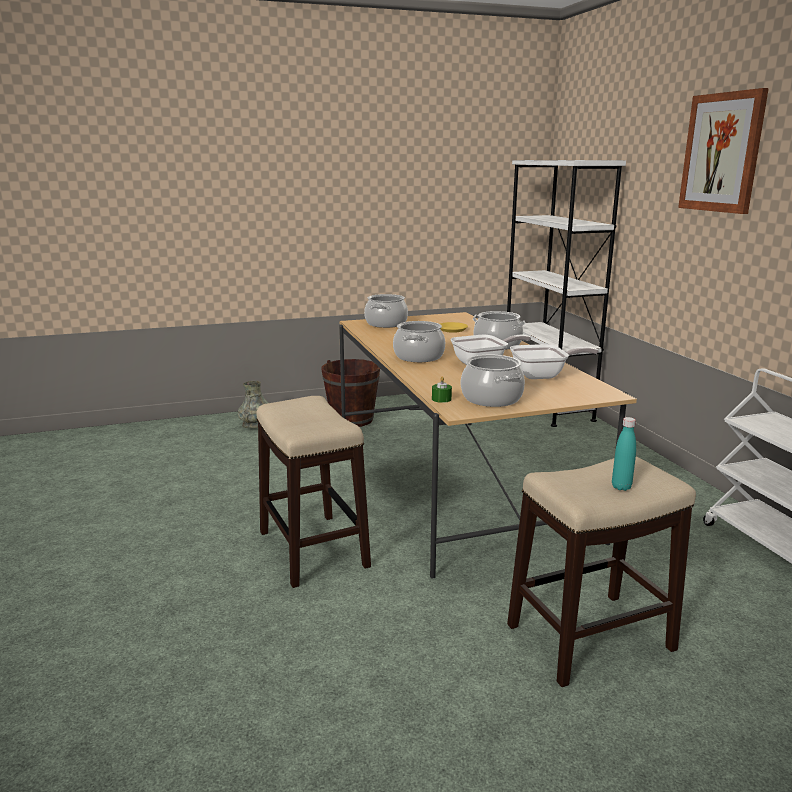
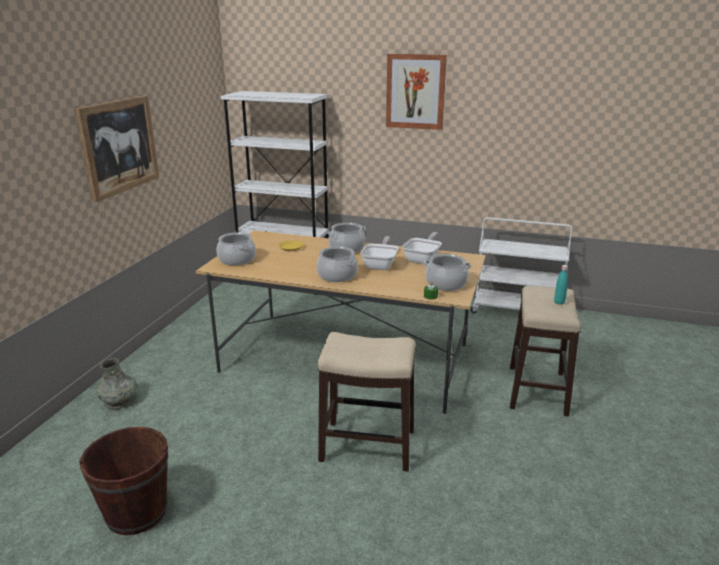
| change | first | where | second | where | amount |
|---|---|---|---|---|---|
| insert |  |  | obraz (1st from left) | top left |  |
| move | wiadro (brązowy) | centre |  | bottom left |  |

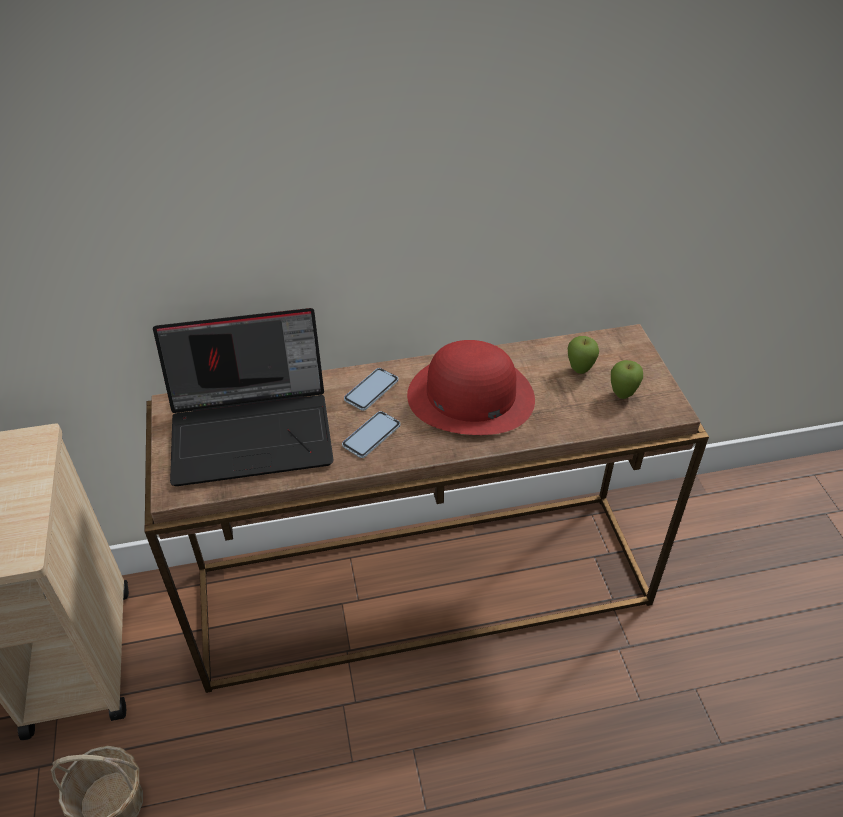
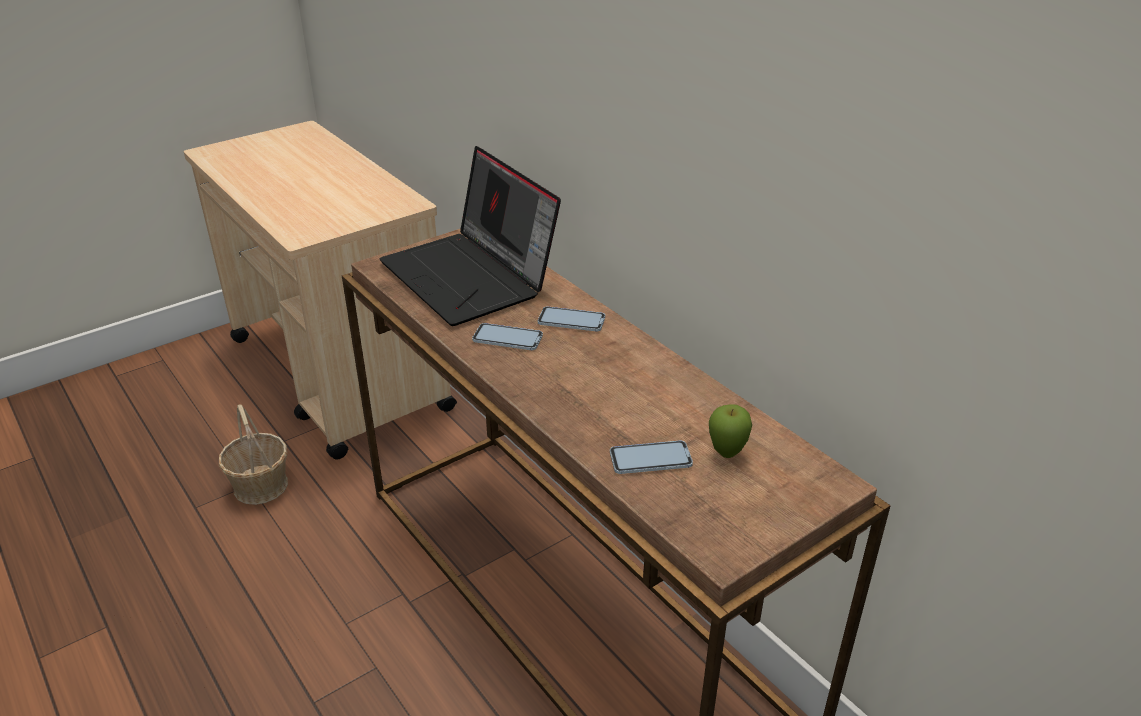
| change | first | where | second | where | amount |
|---|---|---|---|---|---|
| insert |  |  | telefon (3rd from left) | centre |  |
| delete | kapelusz (czerwony) | centre |  |  |  |
| delete | jabłko (2nd from left) | middle right |  |  |  |

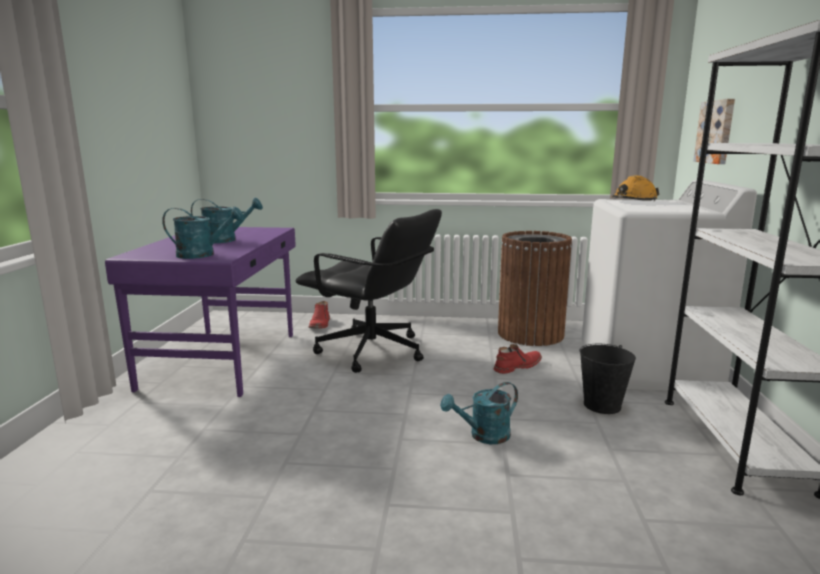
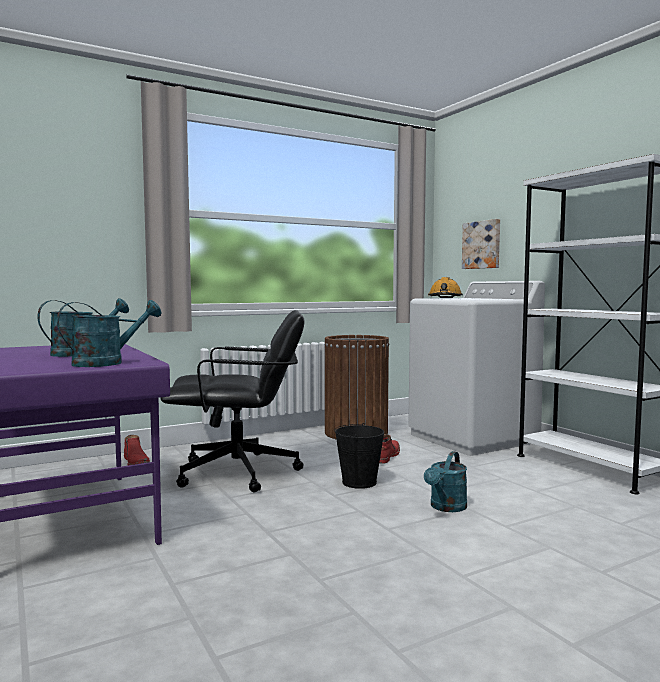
| change | first | where | second | where | amount |
|---|---|---|---|---|---|
| move | wiadro (czarny) | middle right |  | bottom centre |  |

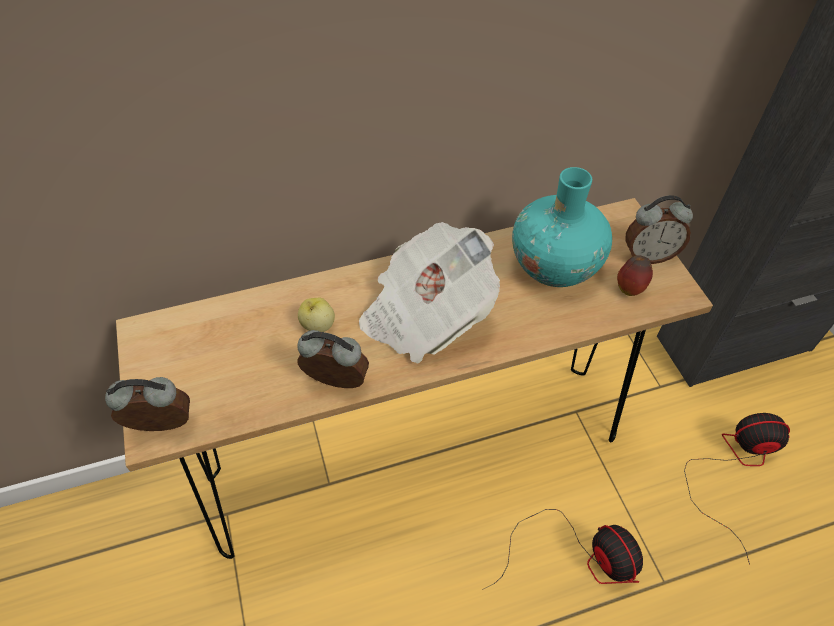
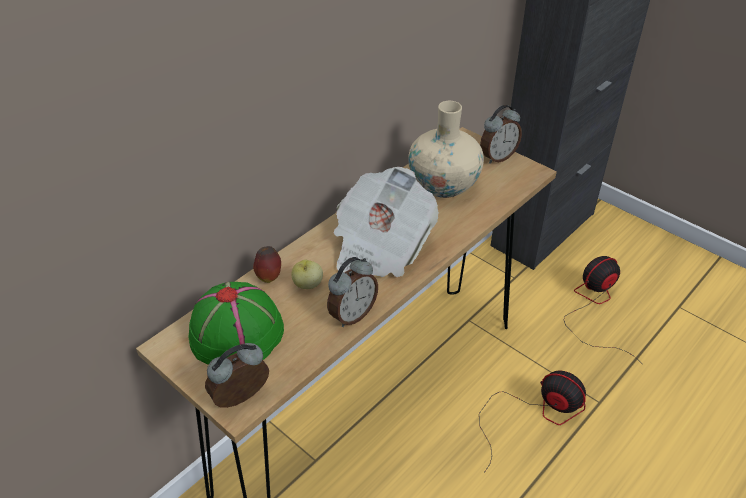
| change | first | where | second | where | amount |
|---|---|---|---|---|---|
| insert |  |  | kapelusz (zielony) | middle left |  |
| move | jabłko (2nd from left in the first image) | middle right | jabłko (1st from left) | centre |  |
| rotate | budzik (2nd from left) | centre |  | centre | 150 degrees clockwise |
| recolor | wazon (turkusowy) | middle right | wazon (beżowy) | top centre |  |

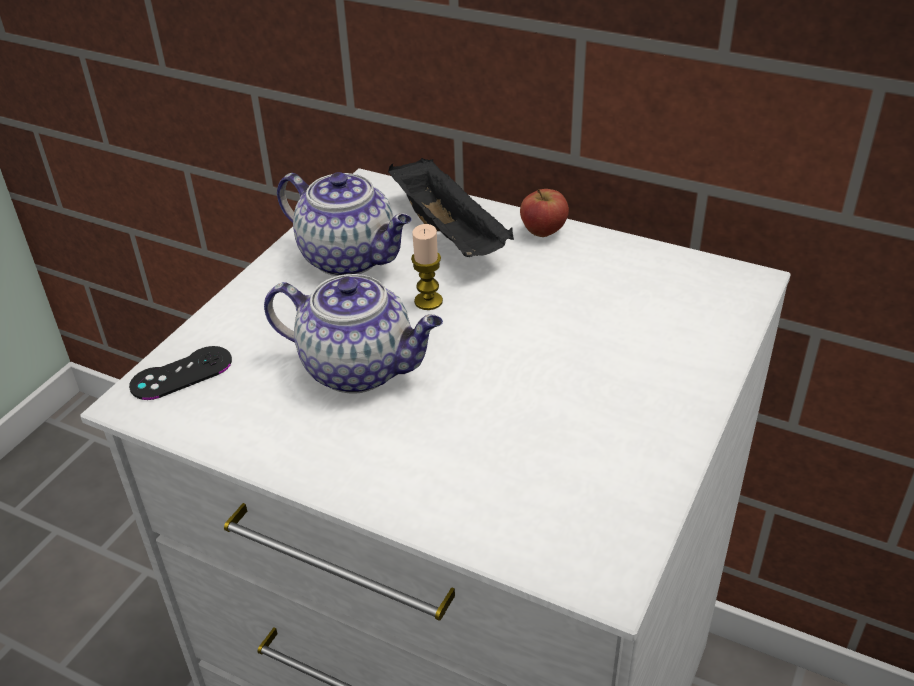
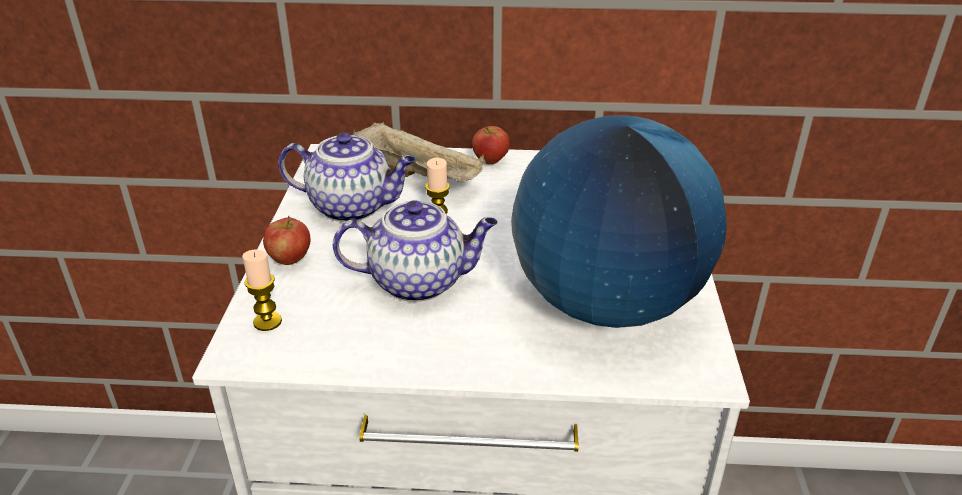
| change | first | where | second | where | amount |
|---|---|---|---|---|---|
| replace | pad do gier (czarny) | middle left | świeca (1st from left) | middle left |  |
| insert |  |  | jabłko (1st from left) | middle left |  |
| recolor | taca (czarny) | top centre | taca (beżowy) | top centre |  |
| insert |  |  | globus | centre |  |

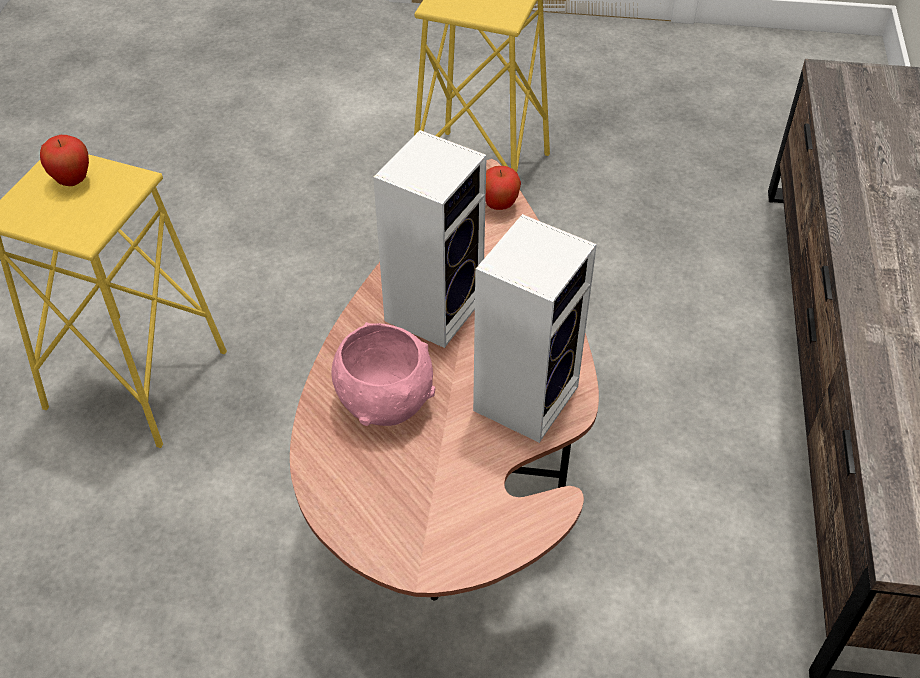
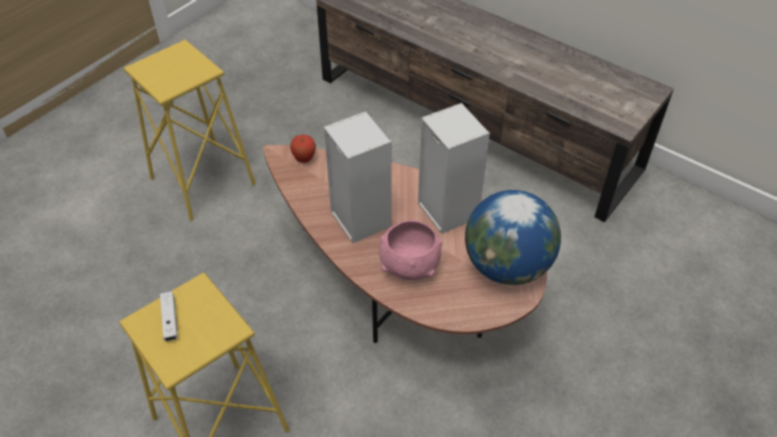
| change | first | where | second | where | amount |
|---|---|---|---|---|---|
| replace | jabłko (1st from left) | top left | pad do gier (biały) | bottom left |  |
| insert |  |  | globus | centre |  |

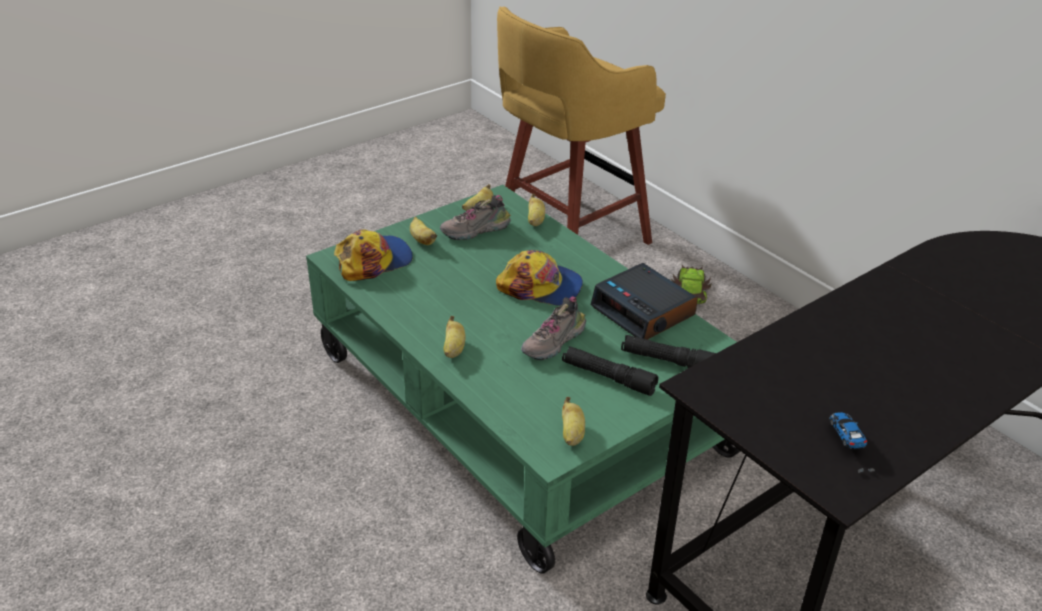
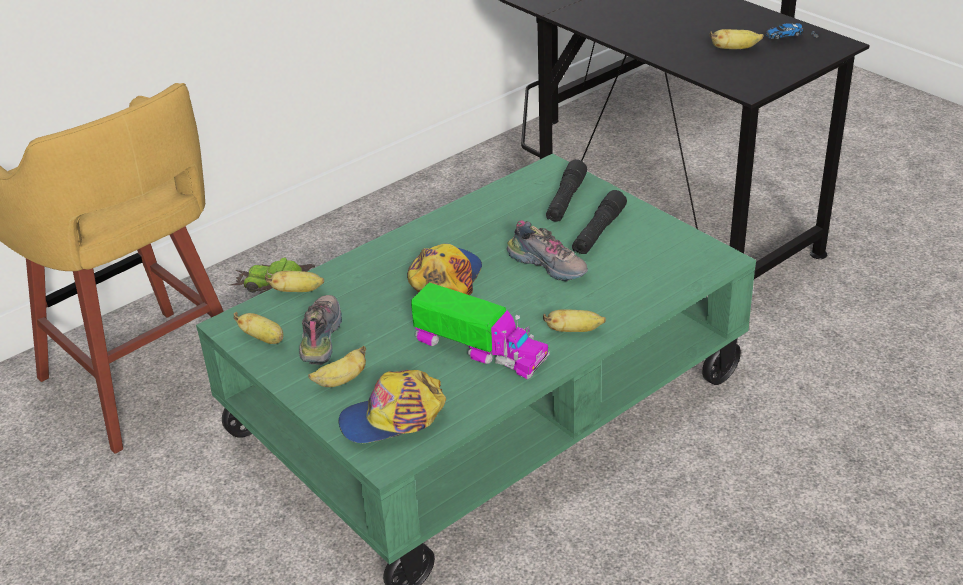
| change | first | where | second | where | amount |
|---|---|---|---|---|---|
| rotate | but (1st from left) | centre |  | middle left | 150 degrees counterclockwise |
| rotate | czapka z daszkiem (1st from left) | centre |  | bottom centre | 75 degrees counterclockwise |
| insert |  |  | ciężarówka zabawkowa | centre |  |
| move | banan (5th from left) | bottom centre |  | top right |  |
| delete | budzik | centre |  |  |  |

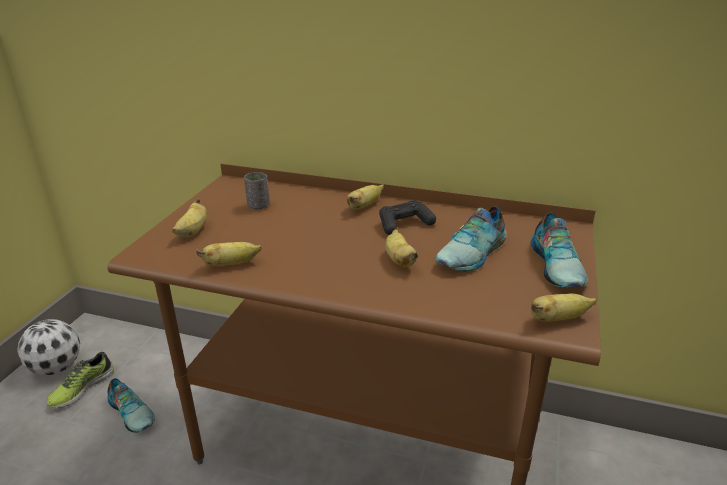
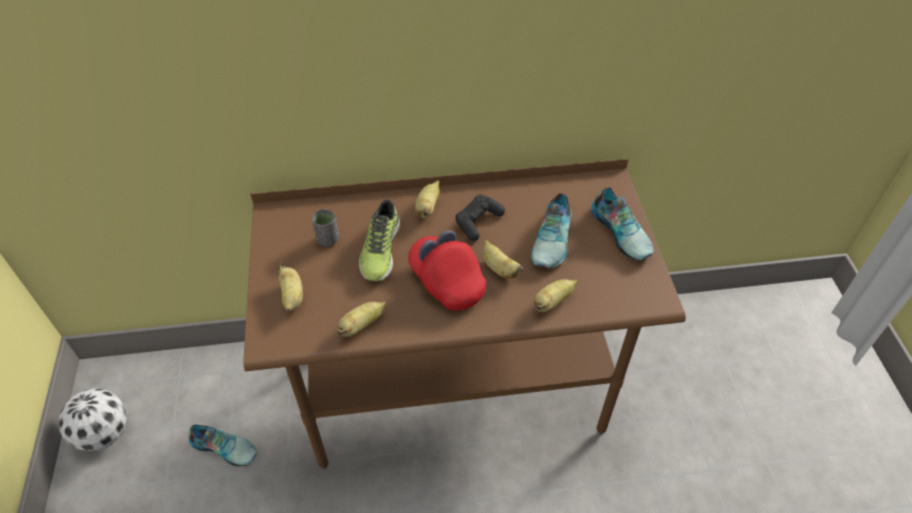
| change | first | where | second | where | amount |
|---|---|---|---|---|---|
| move | but (1st from left in the first image) | bottom left | but (2nd from left) | centre |  |
| insert |  |  | czapka z daszkiem (czerwony) | centre |  |
| move | banan (5th from left) | middle right |  | centre |  |

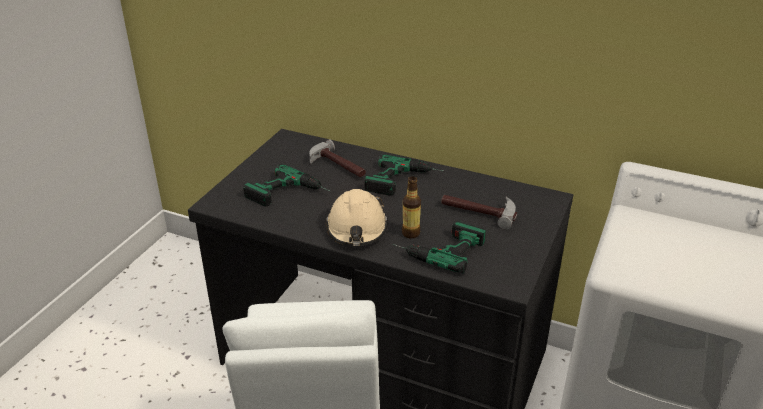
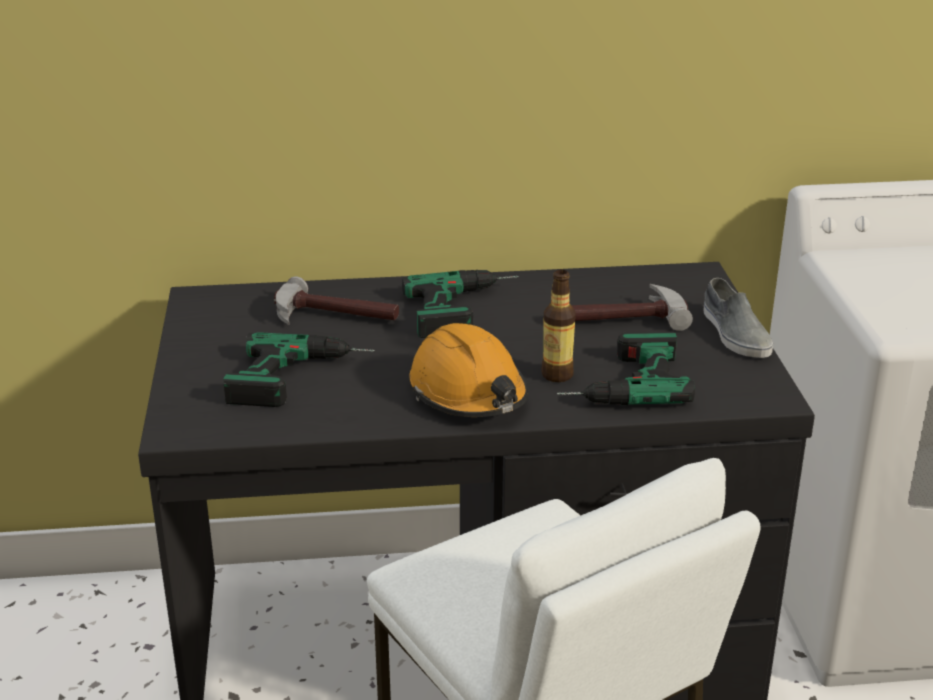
| change | first | where | second | where | amount |
|---|---|---|---|---|---|
| recolor | kask (beżowy) | centre | kask (pomarańczowy) | centre |  |
| insert |  |  | but (szary) | middle right |  |

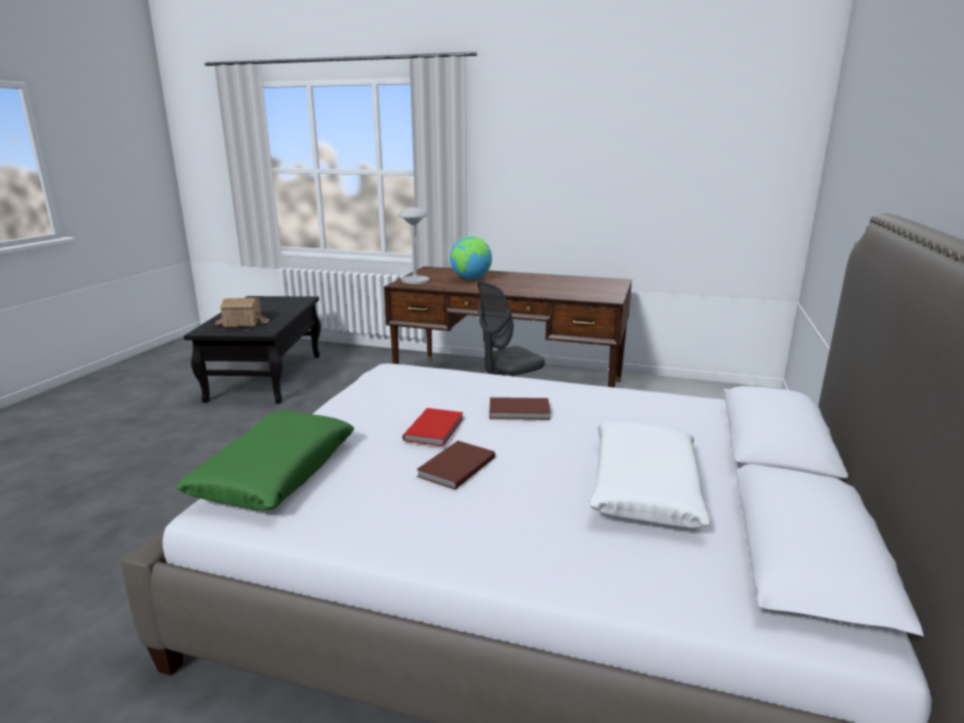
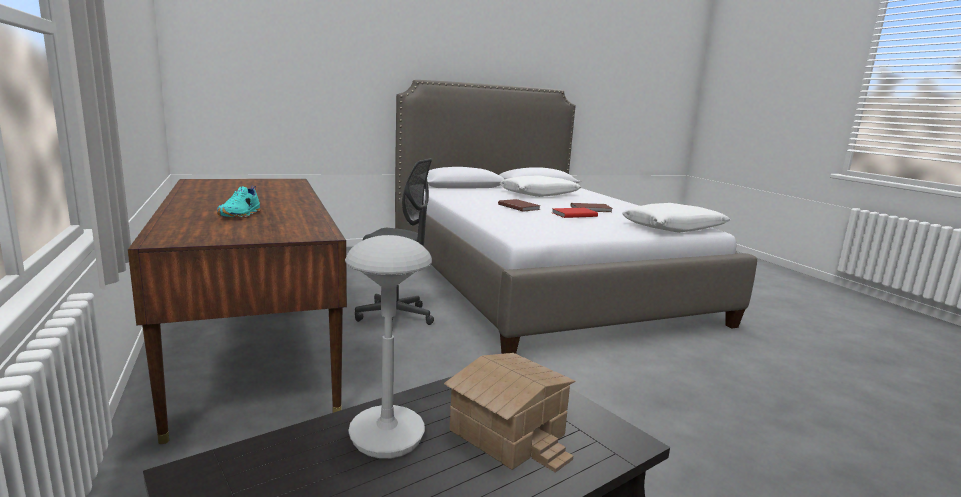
| change | first | where | second | where | amount |
|---|---|---|---|---|---|
| replace | globus | centre | but (turkusowy) | middle left |  |
| move | lampa stołowa (szary) | centre |  | bottom centre |  |
| recolor | poduszka (zielony) | middle left | poduszka (biały) (2nd from left) | middle right |  |

